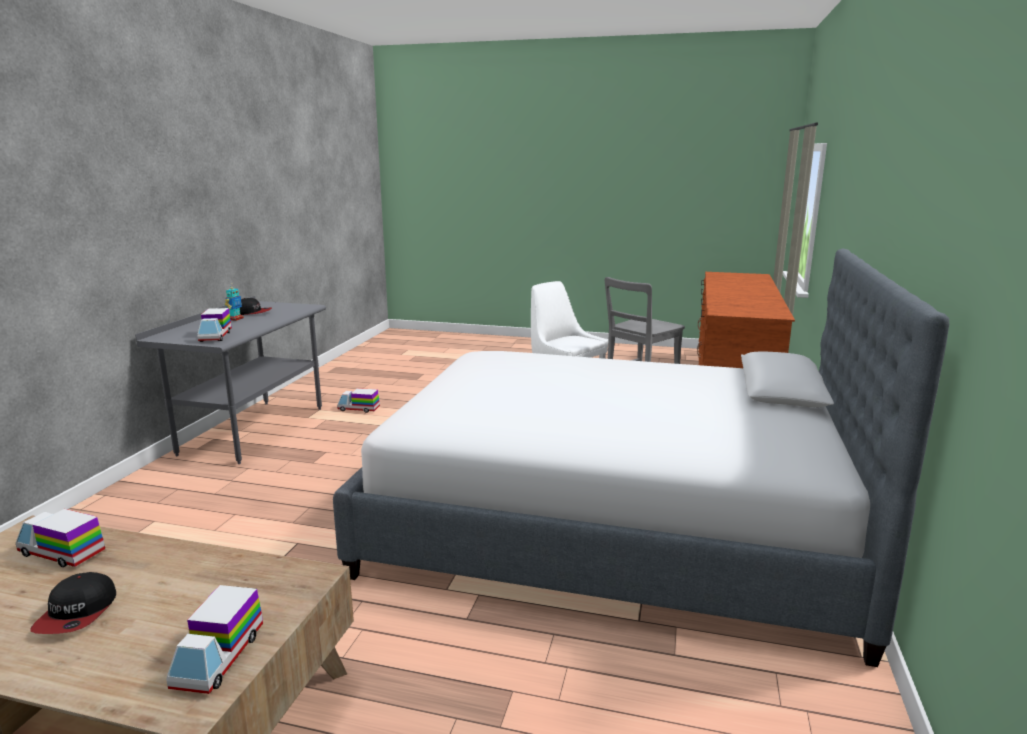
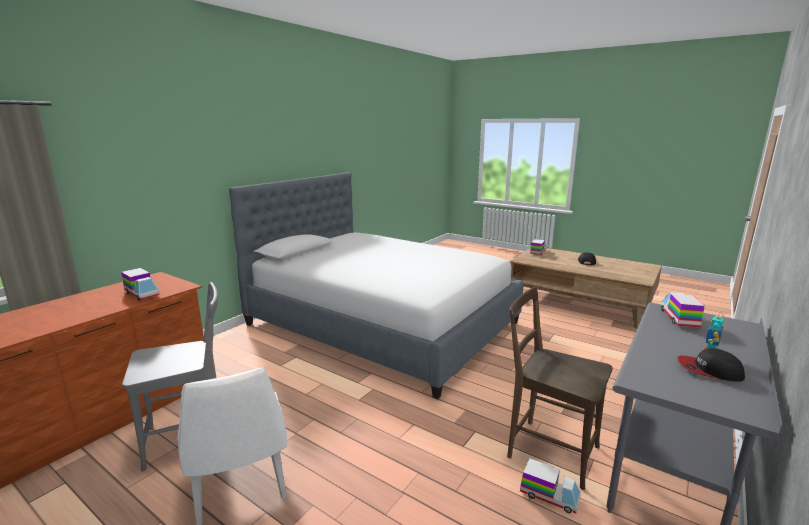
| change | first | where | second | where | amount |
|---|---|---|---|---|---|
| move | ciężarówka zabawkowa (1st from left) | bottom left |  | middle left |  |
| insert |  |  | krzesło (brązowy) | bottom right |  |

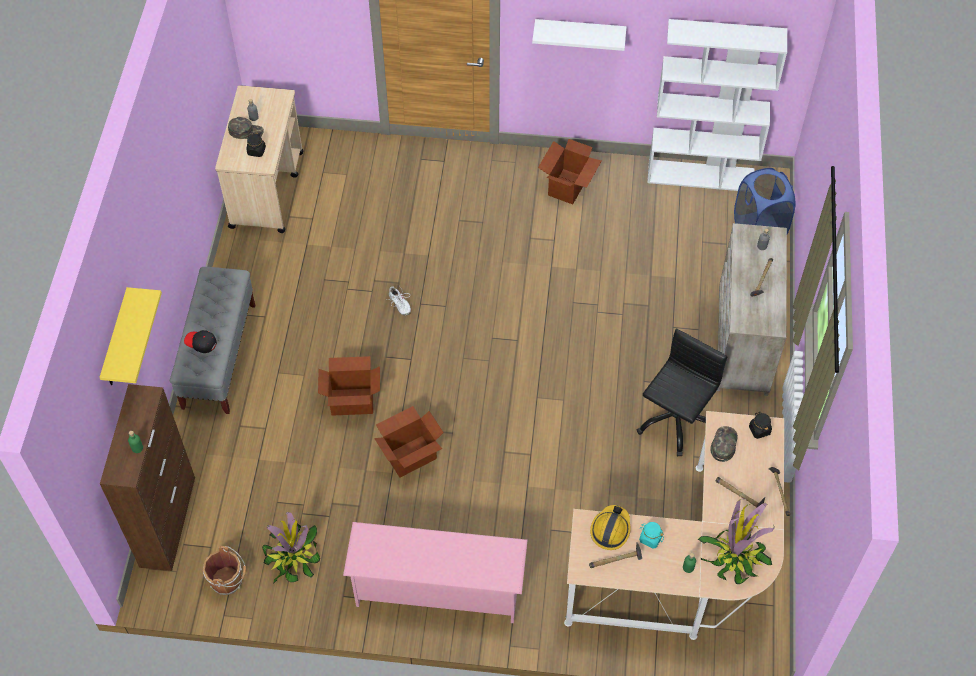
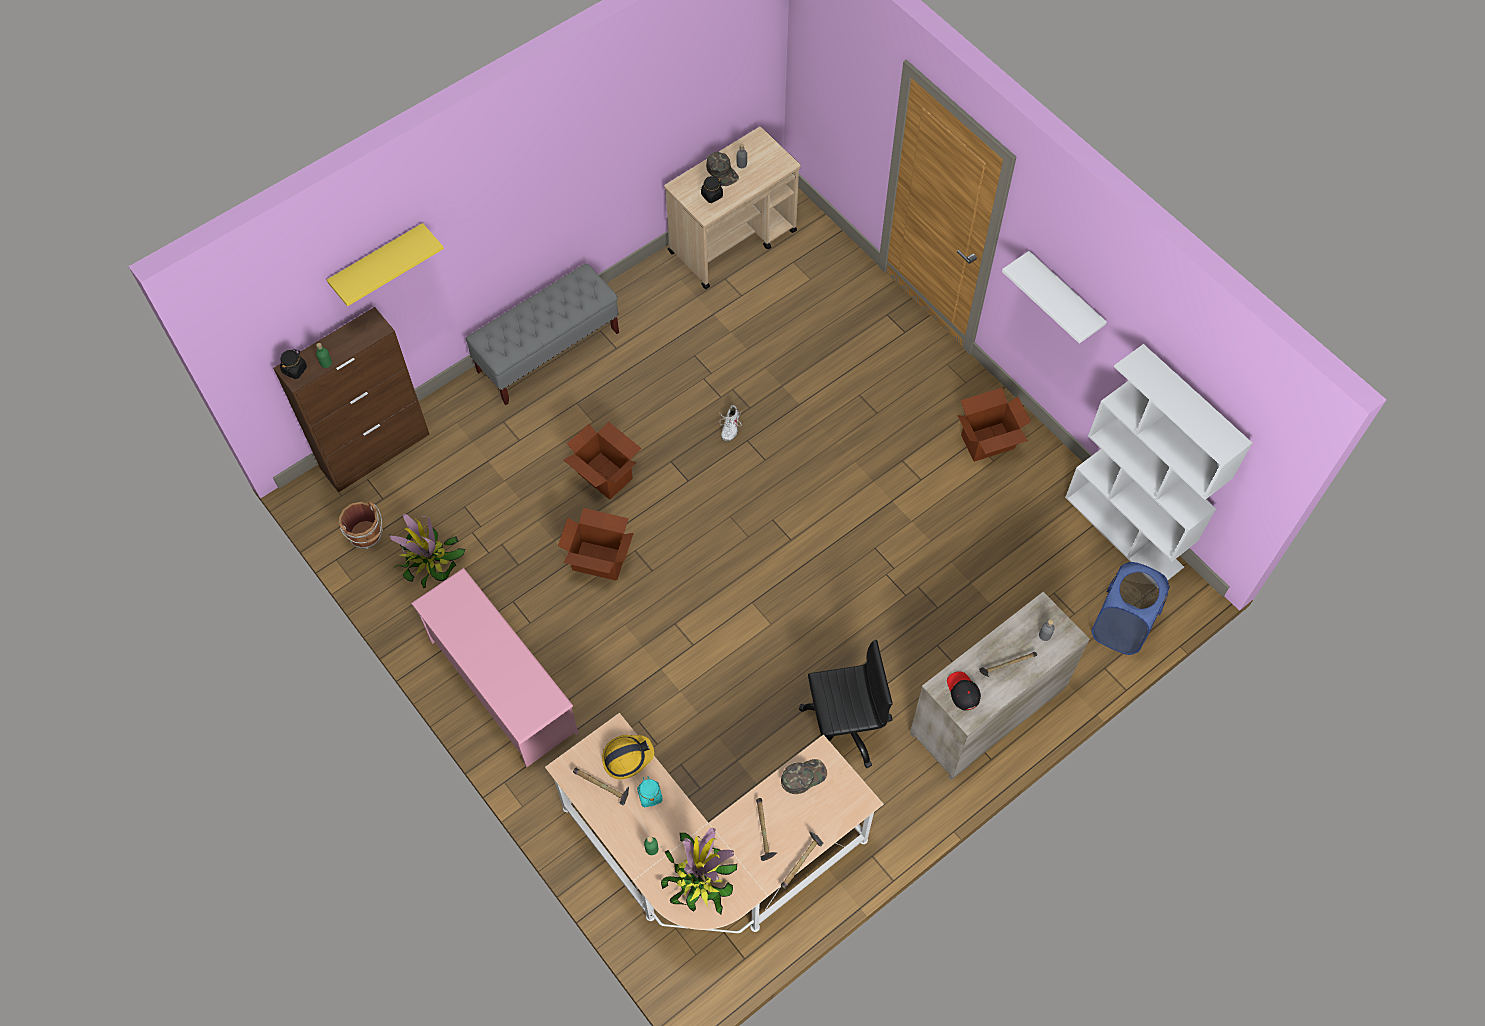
| change | first | where | second | where | amount |
|---|---|---|---|---|---|
| move | słoik (czarny) (2nd from left in the first image) | middle right | słoik (czarny) (1st from left) | middle left |  |
| move | czapka z daszkiem (czarny) | middle left |  | bottom centre |  |

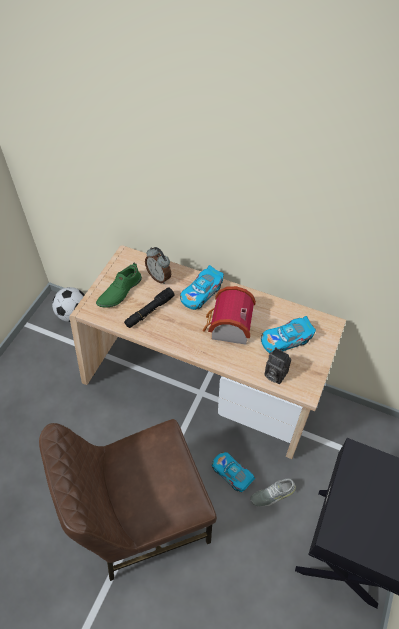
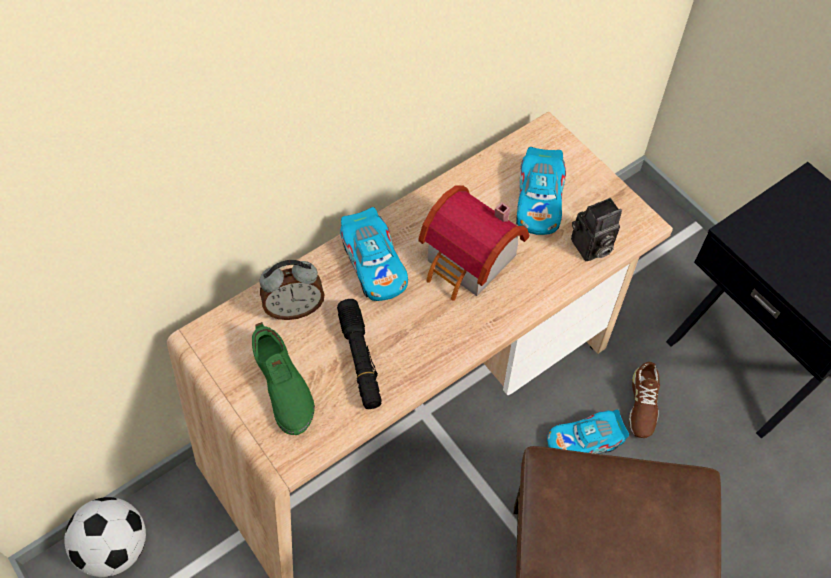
| change | first | where | second | where | amount |
|---|---|---|---|---|---|
| recolor | but (szary) | bottom right | but (brązowy) | bottom right |  |

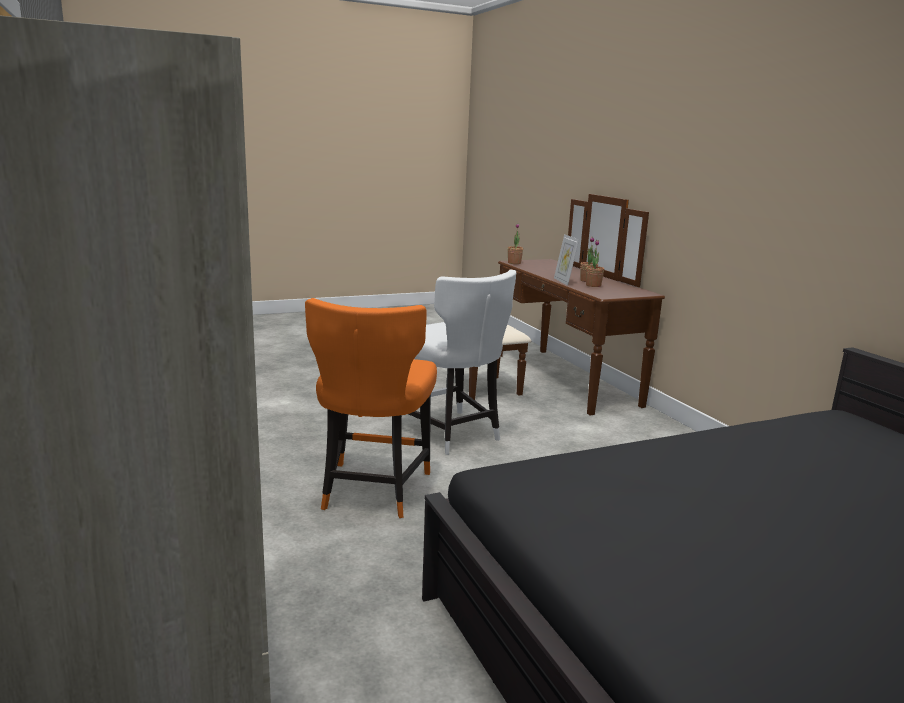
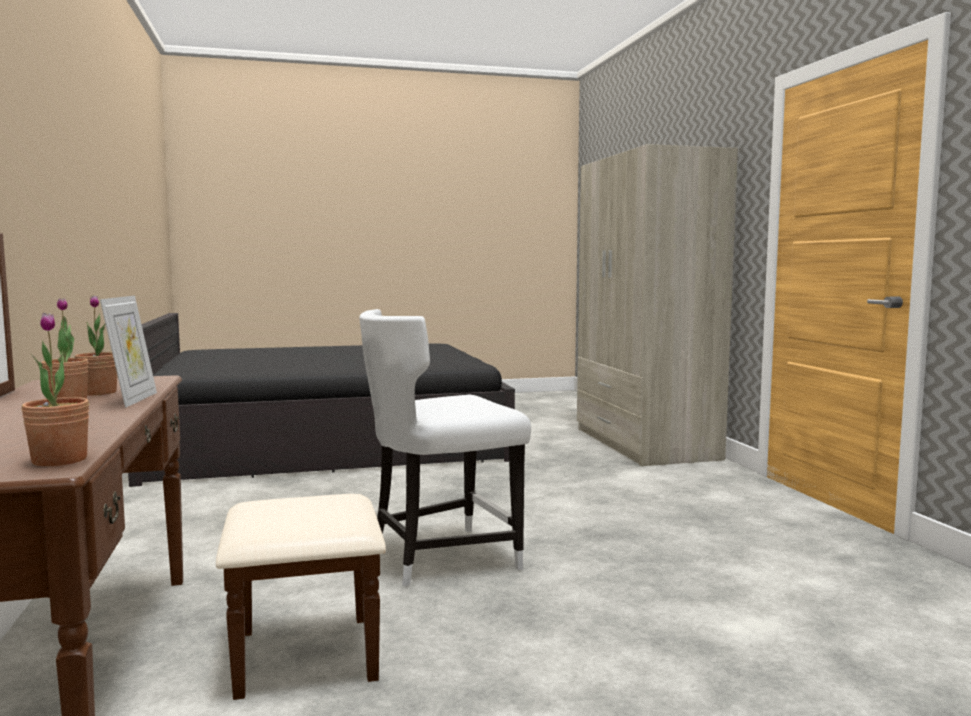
| change | first | where | second | where | amount |
|---|---|---|---|---|---|
| rotate | krzesło (biały) | centre |  | centre | 90 degrees counterclockwise |
| delete | krzesło (pomarańczowy) | centre |  |  |  |

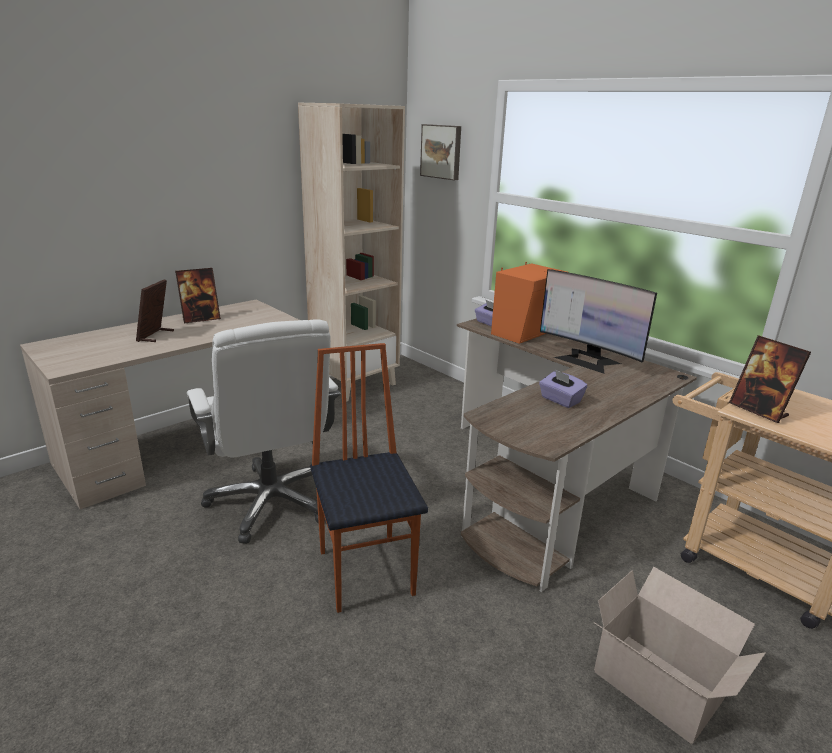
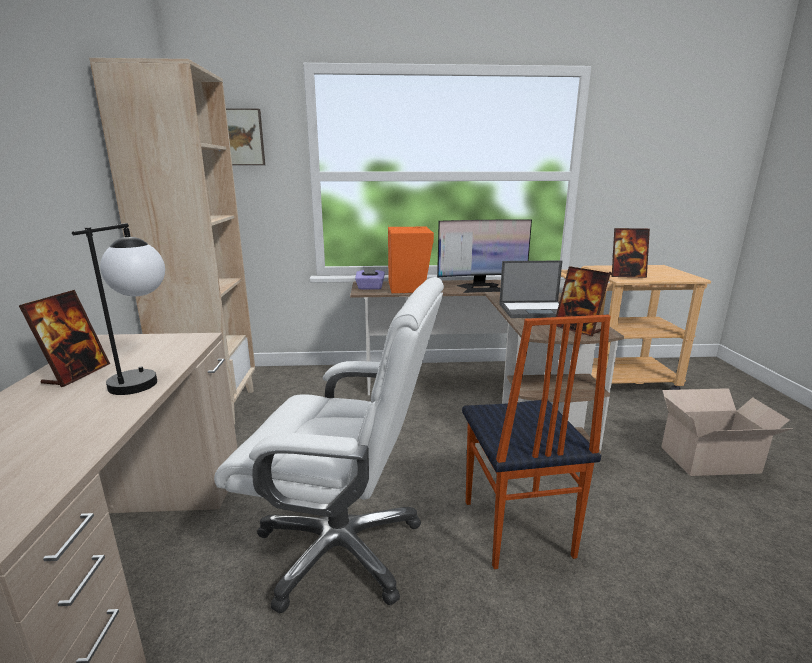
| change | first | where | second | where | amount |
|---|---|---|---|---|---|
| insert |  |  | lampa stołowa | middle left |  |
| rotate | krzesło | centre |  | bottom centre | 120 degrees counterclockwise |
| replace | pudełko chusteczek (fioletowy) (2nd from left) | middle right | laptop | centre |  |
| move | ramka na zdjęcie (1st from left in the first image) | middle left | ramka na zdjęcie (2nd from left) | middle right |  |

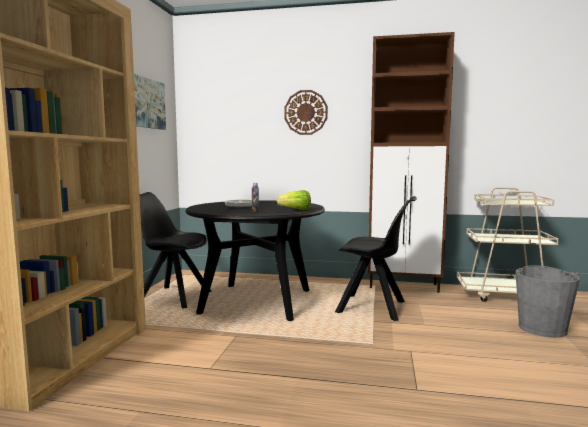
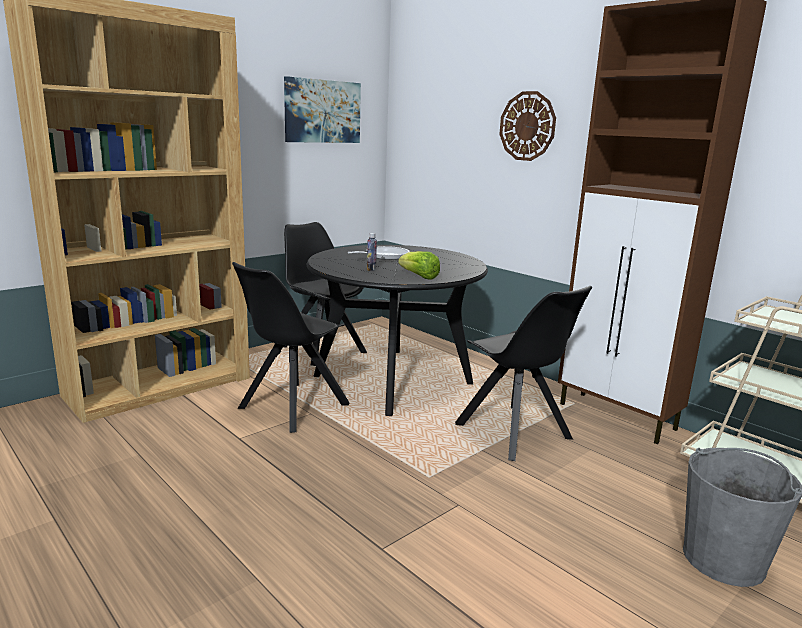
| change | first | where | second | where | amount |
|---|---|---|---|---|---|
| insert |  |  | krzesło (czarny) (1st from left) | centre |  |

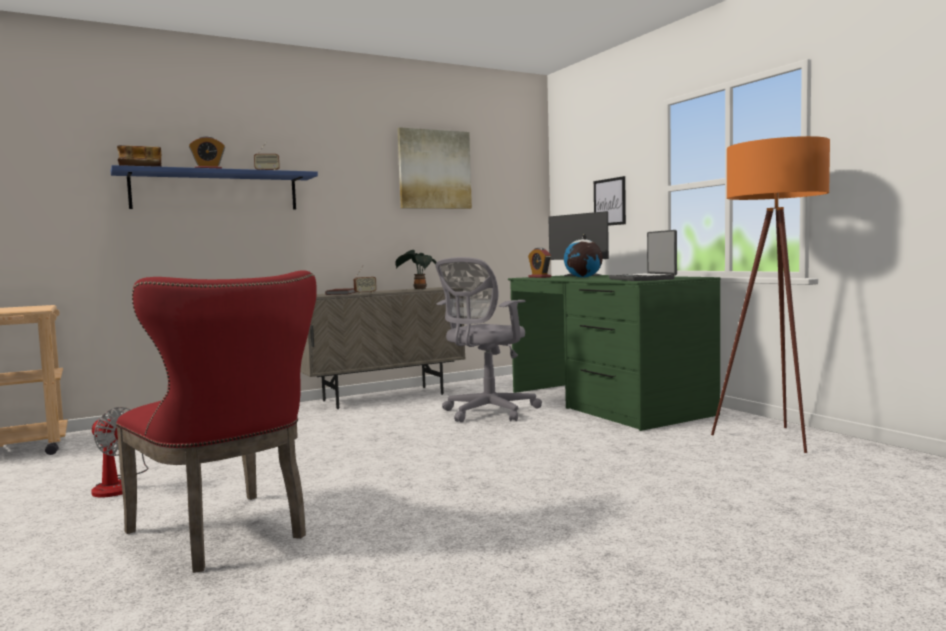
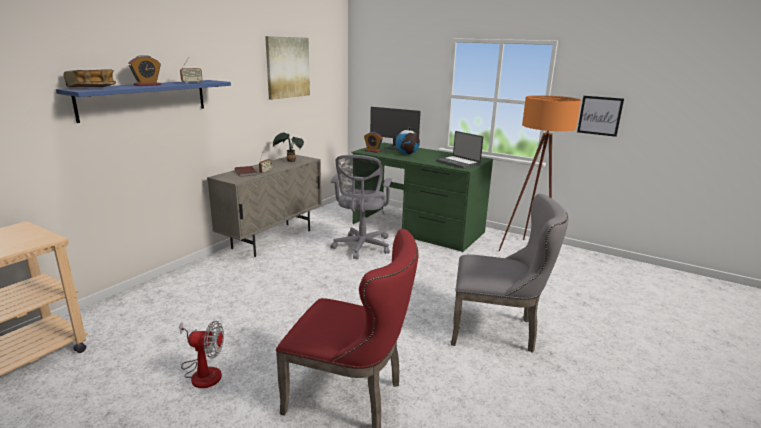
| change | first | where | second | where | amount |
|---|---|---|---|---|---|
| insert |  |  | krzesło (szary) | middle right |  |
| move | obraz (2nd from left) | top centre |  | top right |  |

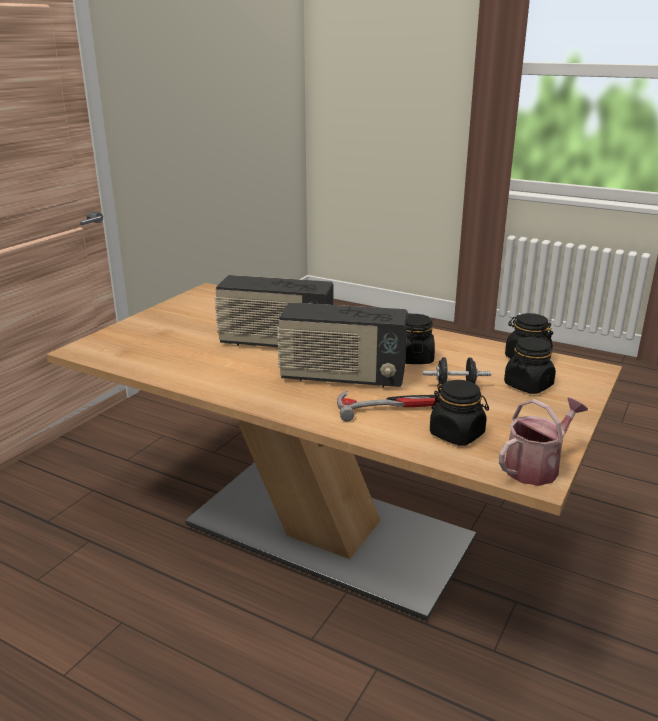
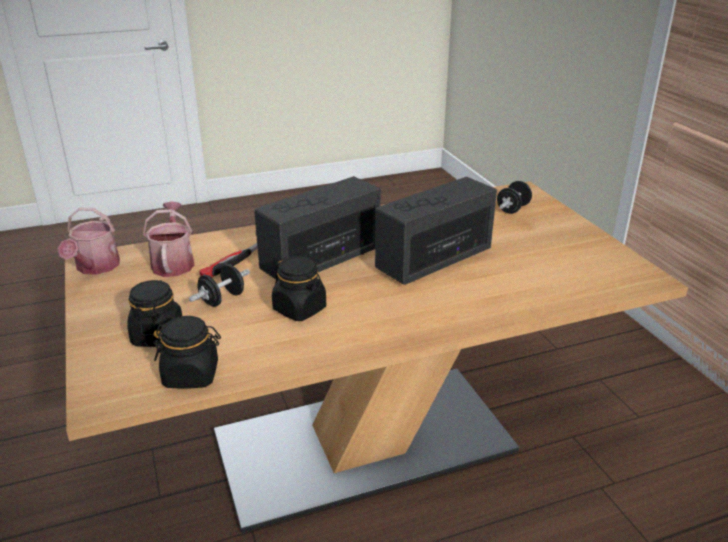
| change | first | where | second | where | amount |
|---|---|---|---|---|---|
| replace | słoik (czarny) (2nd from left) | middle right | konewka (2nd from left) | middle left |  |
| insert |  |  | hantel (czarny) (2nd from left) | middle right |  |

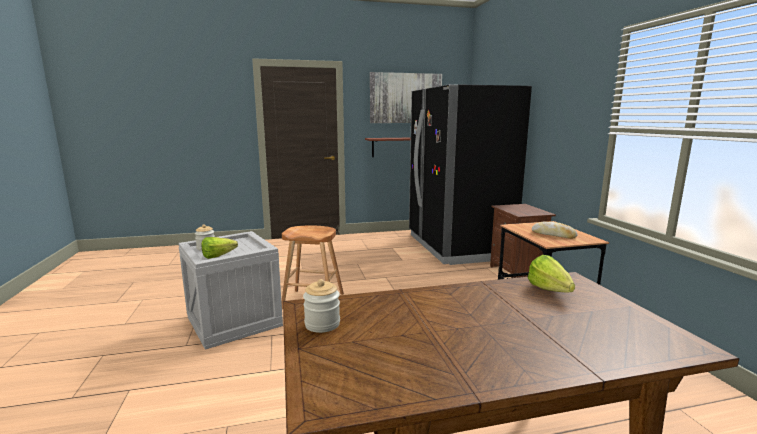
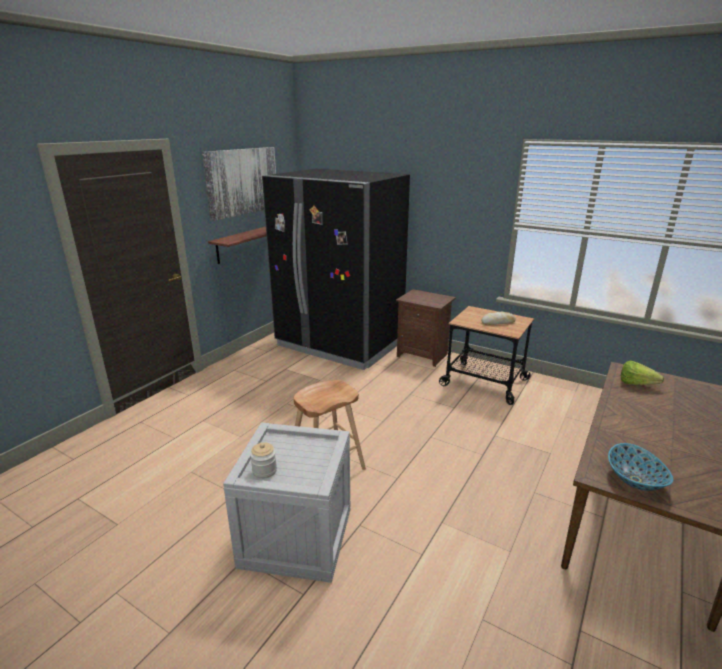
| change | first | where | second | where | amount |
|---|---|---|---|---|---|
| replace | słoik (2nd from left) | bottom centre | miska | bottom right |  |
| delete | sałata (1st from left) | middle left |  |  |  |

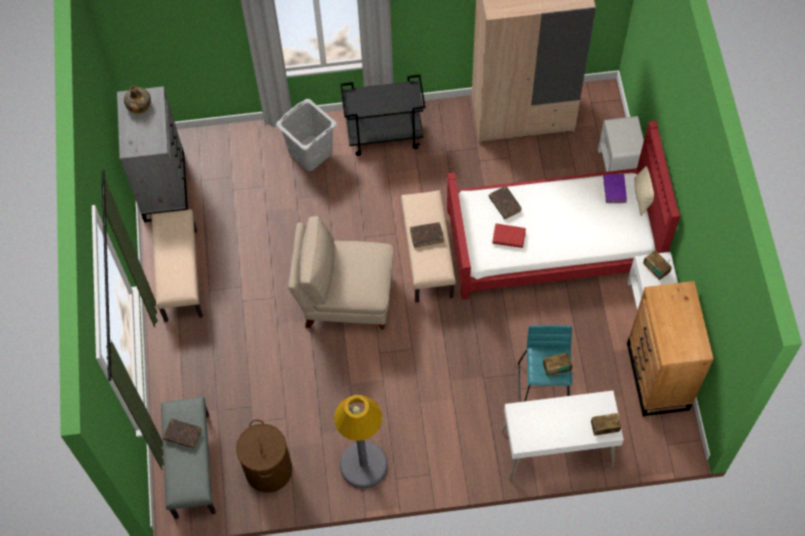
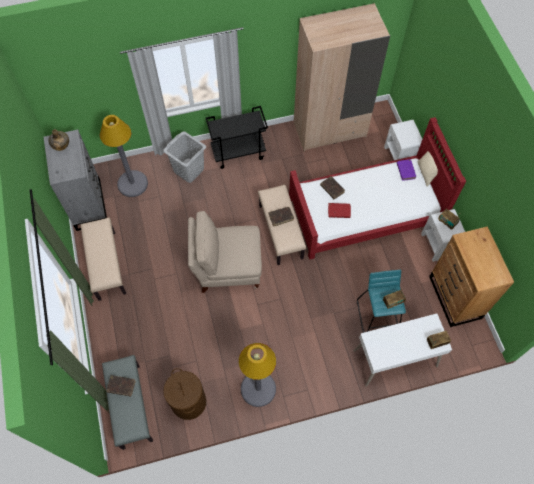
| change | first | where | second | where | amount |
|---|---|---|---|---|---|
| insert |  |  | lampa stojąca (szary) (1st from left) | top left |  |

